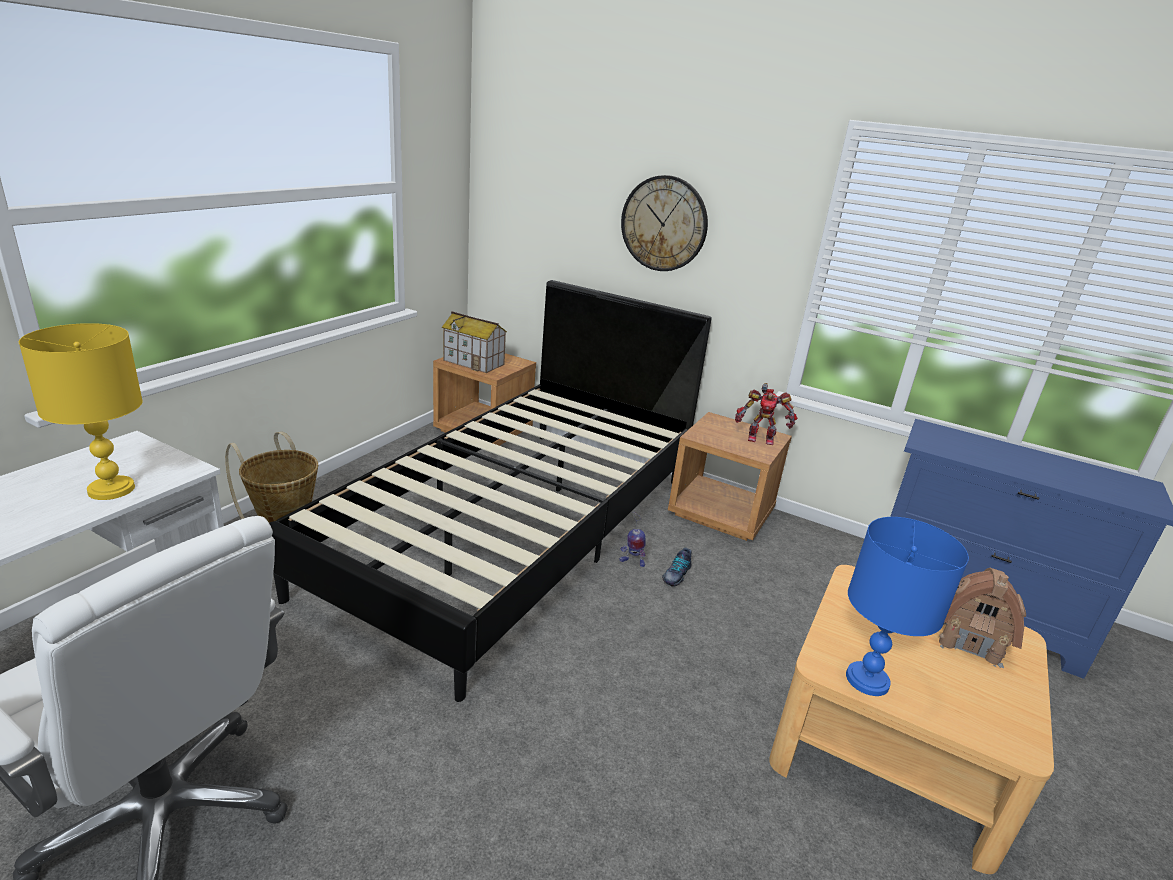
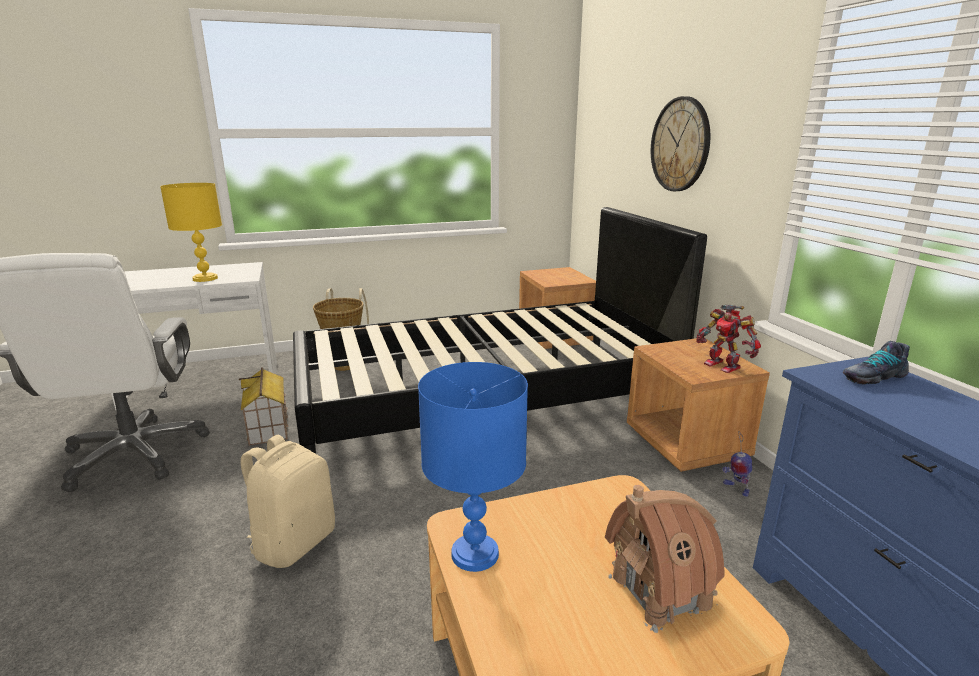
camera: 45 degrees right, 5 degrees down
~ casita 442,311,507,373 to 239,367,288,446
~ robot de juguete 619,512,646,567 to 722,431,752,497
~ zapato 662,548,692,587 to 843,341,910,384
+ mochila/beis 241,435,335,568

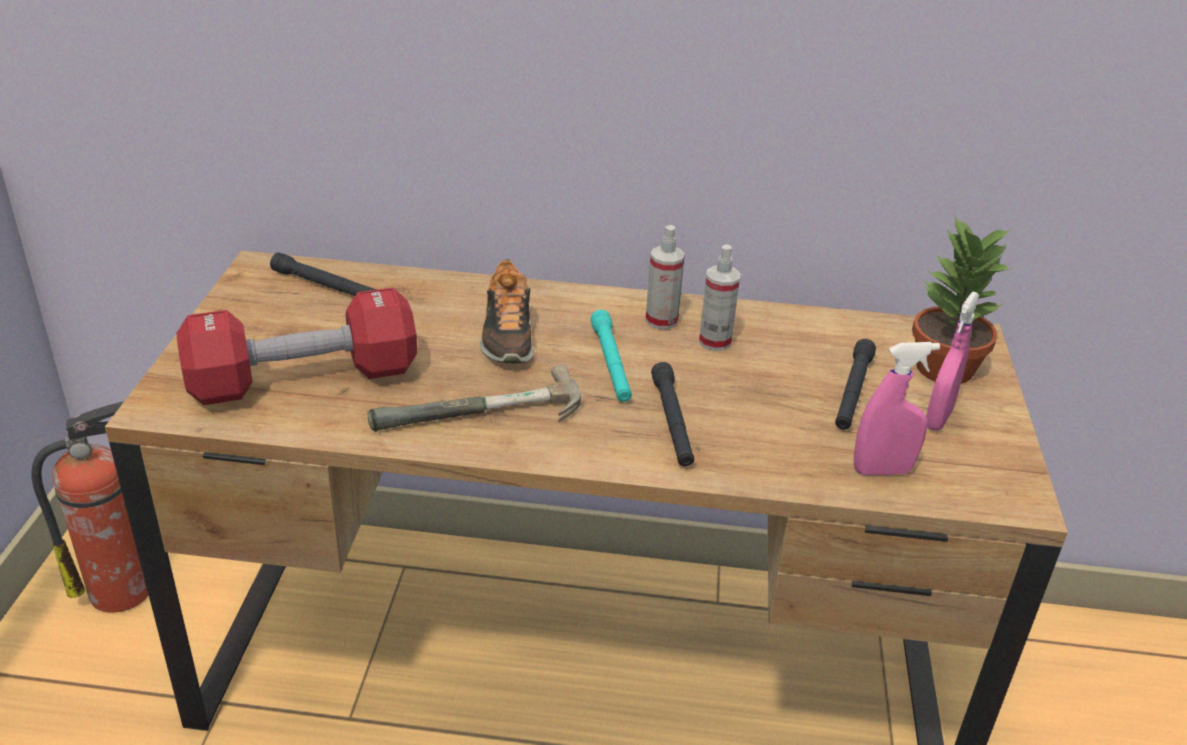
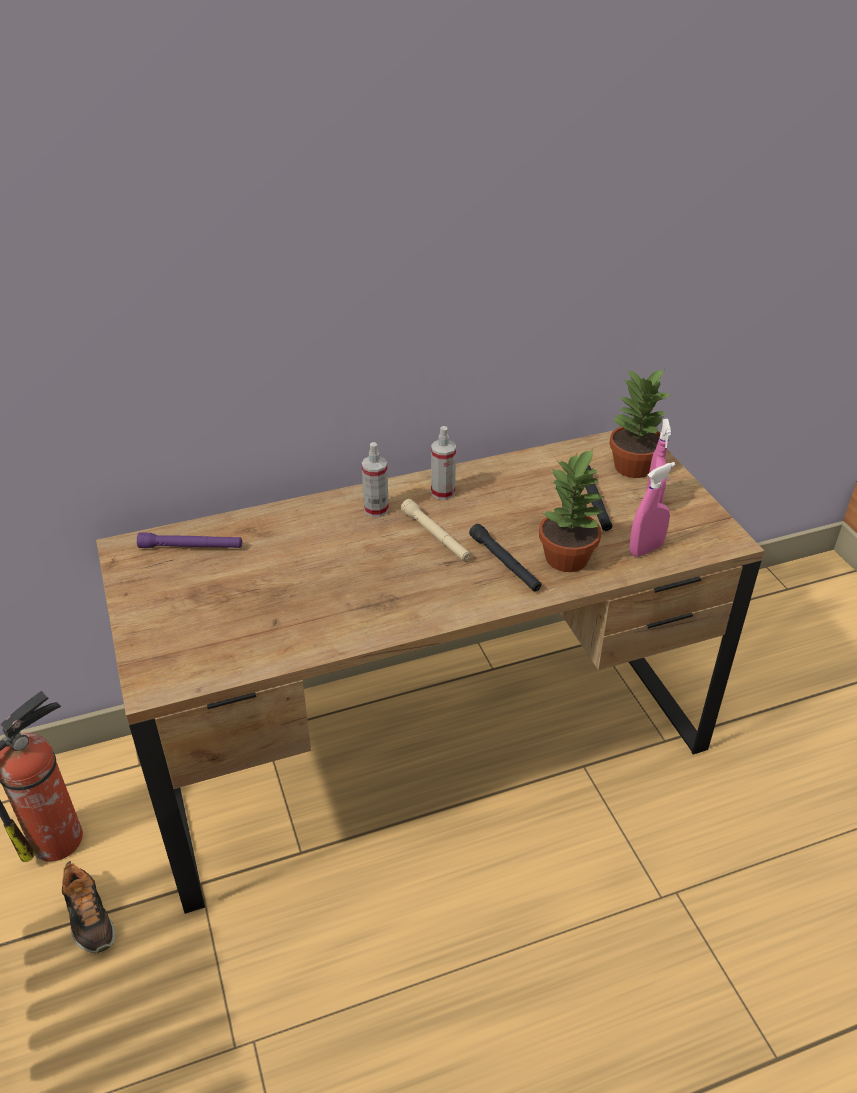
camera: 25 degrees left, 5 degrees up
- mancuerna/rojo 177,287,417,405
~ linterna/negro 270,252,377,296 to linterna/morado 137,532,242,548
- martillo 367,365,581,432
~ zapato 480,259,534,364 to 62,861,115,953
~ linterna/turquesa 591,310,632,402 to linterna/beis 401,499,471,561
~ pulverizador 699,245,740,351 to 362,442,389,517
+ planta en maceta 539,449,605,572

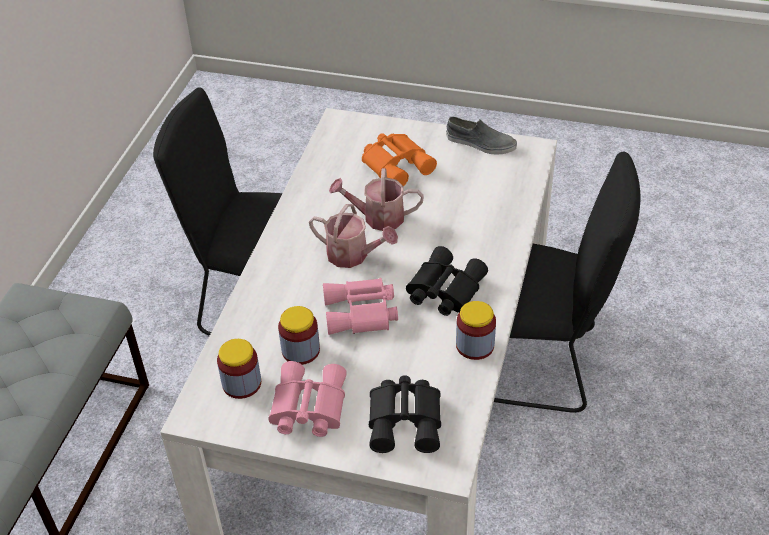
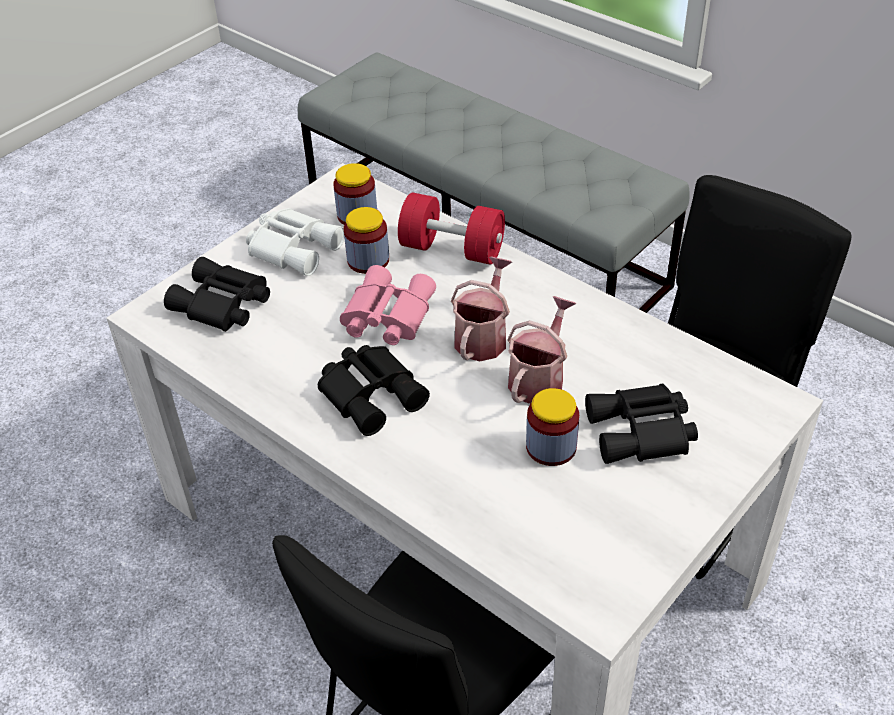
camera: 115 degrees right, 0 degrees up
~ prismáticos/rosa 268,361,347,437 to prismáticos/blanco 246,208,344,276
~ regadera 309,204,398,268 = 451,257,512,361 150 degrees clockwise
~ prismáticos/naranja 362,133,437,186 to prismáticos/negro 585,383,698,464
- zapato/gris 446,117,517,154
~ tarro 456,301,496,360 to 526,388,579,466
+ mancuerna/rojo 398,193,505,265

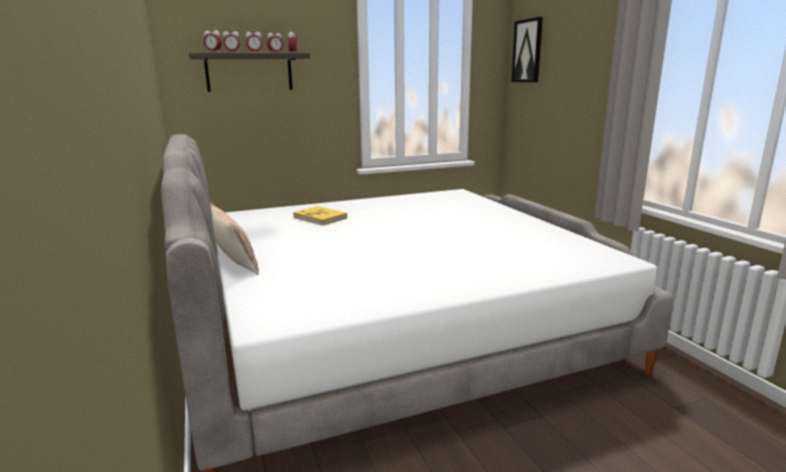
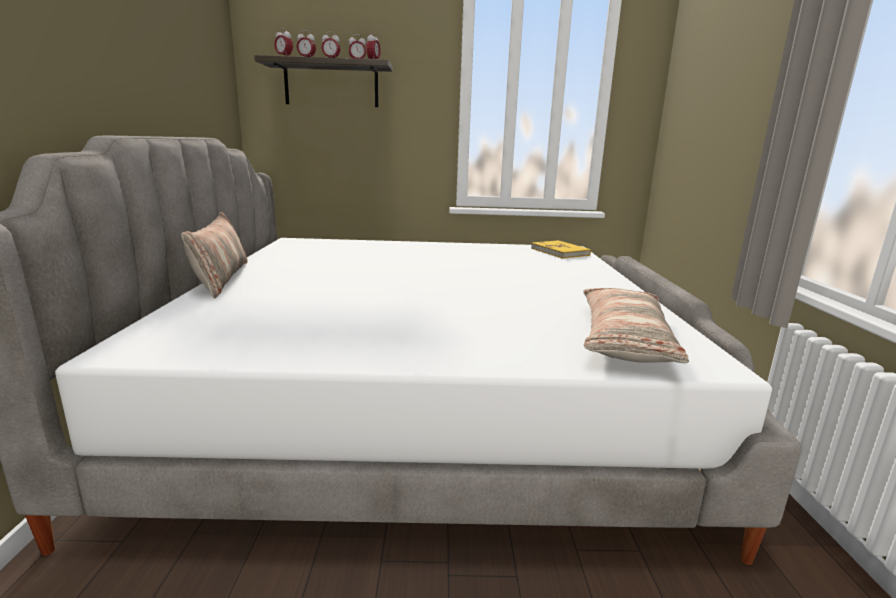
camera: 20 degrees right, 0 degrees up
~ libro/amarillo 293,206,347,225 to 531,240,591,259
- cuadro 511,17,543,82
+ cojín 584,288,689,363

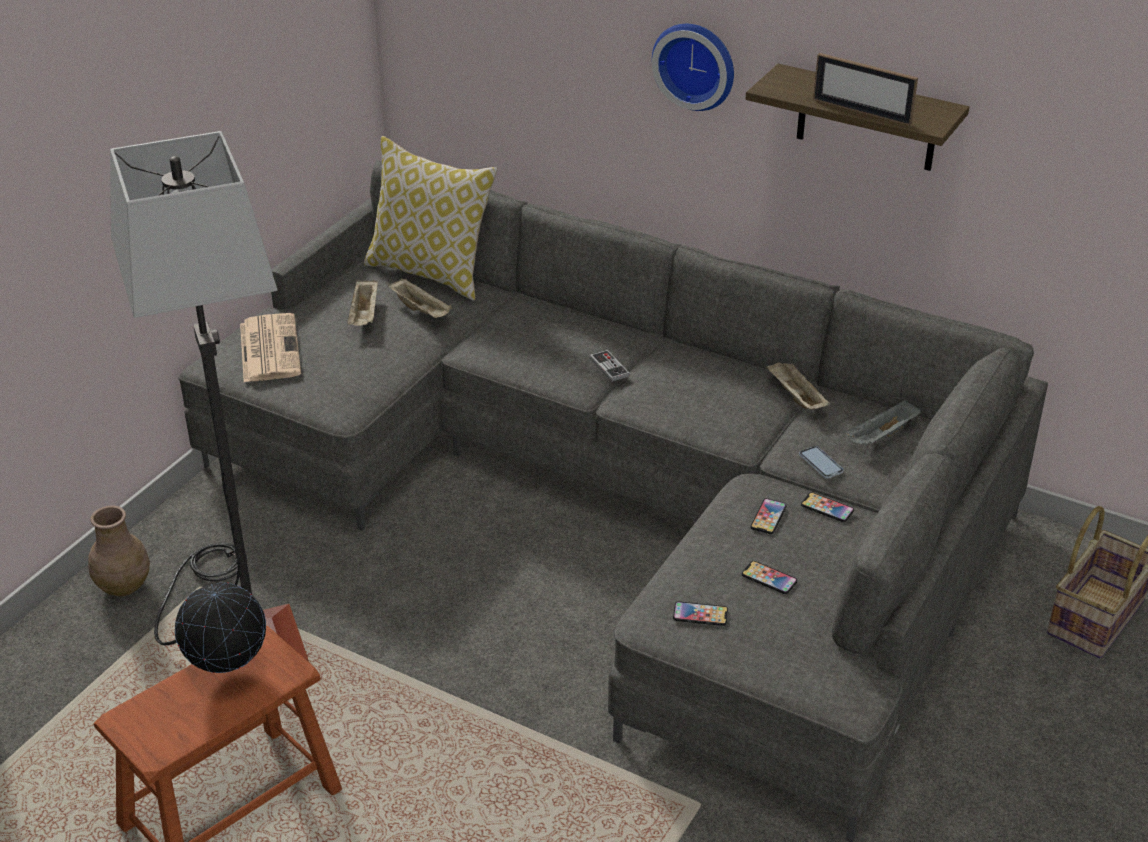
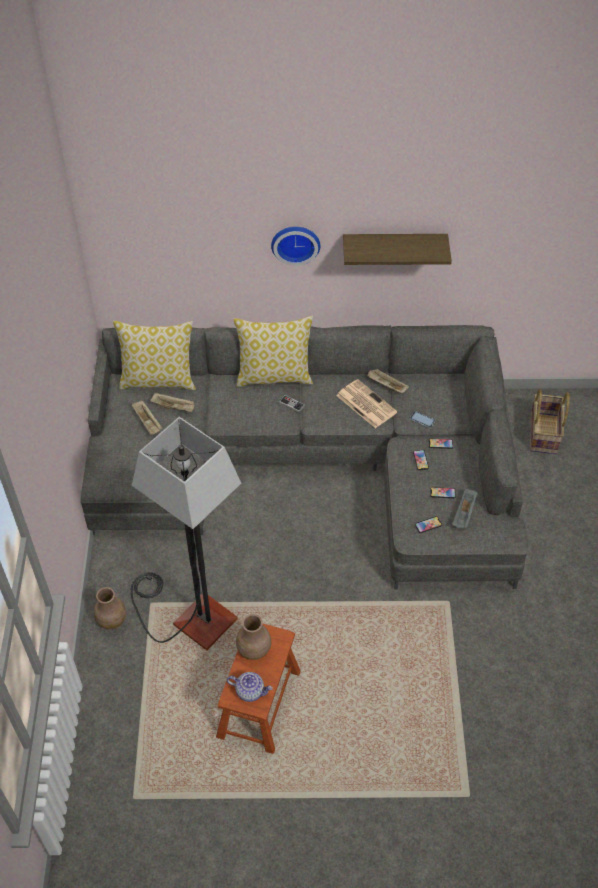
camera: 30 degrees left, 15 degrees up
~ globo terráqueo 175,582,266,673 to florero/marrón 236,614,271,660
~ periódico 240,313,301,382 to 336,379,397,429
- portarretratos 813,53,918,126
~ bandeja/gris 844,399,921,446 to 452,488,477,528
+ tetera 227,672,273,702
+ cojín 233,315,313,387

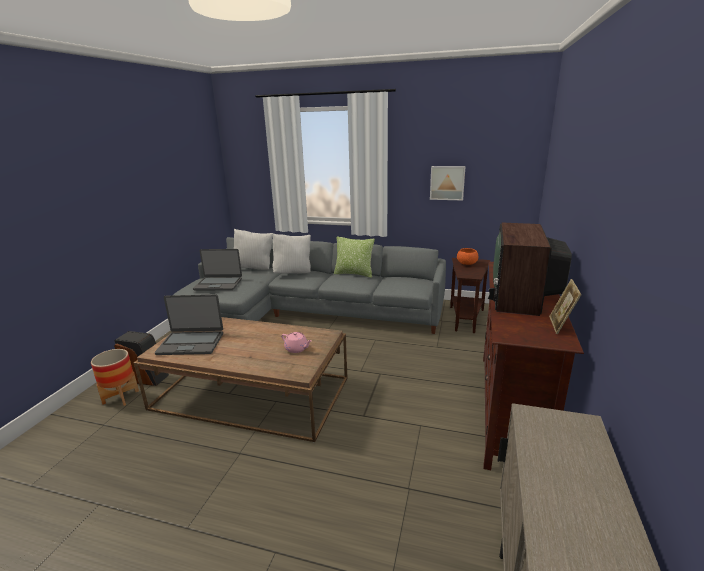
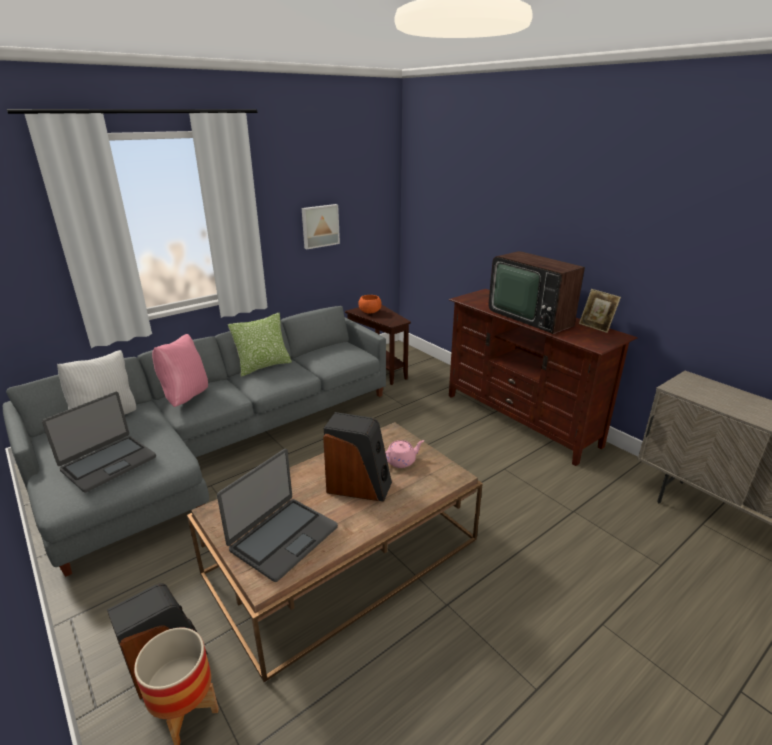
camera: 55 degrees left, 5 degrees up
~ cojín/blanco 272,234,311,274 to cojín/rosa 152,334,208,407
+ altavoz 323,412,392,502

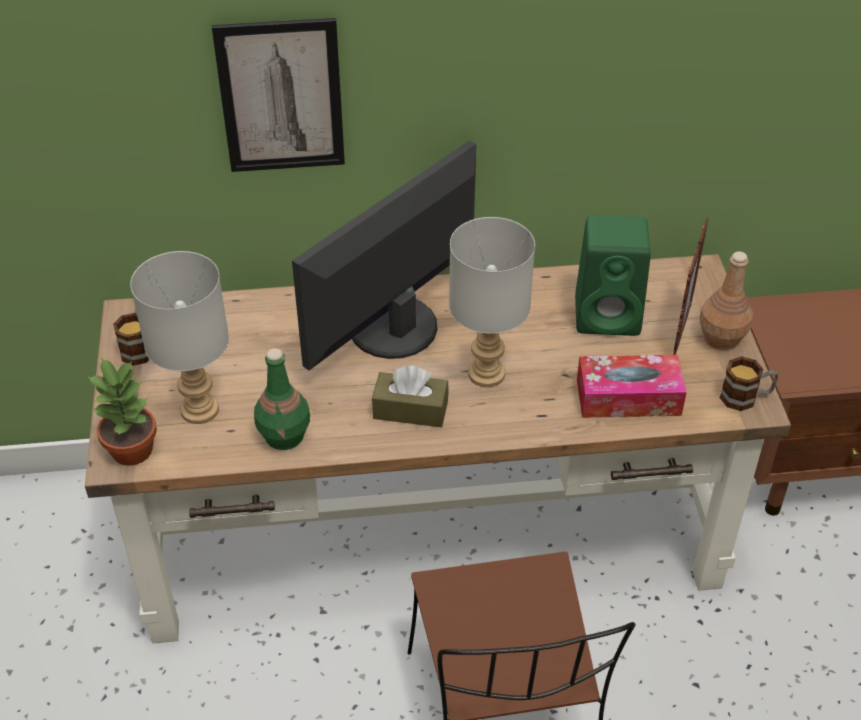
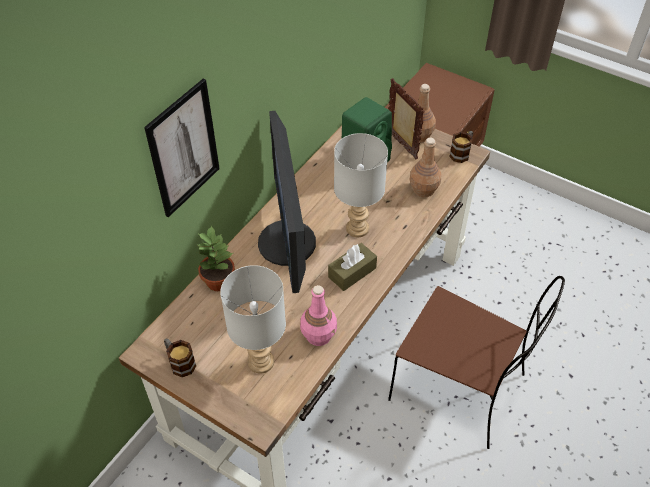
camera: 50 degrees left, 5 degrees up
~ planta en maceta 87,358,157,466 to 196,225,235,291
~ botella/verde 254,348,310,450 to botella/rosa 300,285,337,346
~ caja de pañuelos 577,355,687,418 to botella/marrón 409,138,442,197

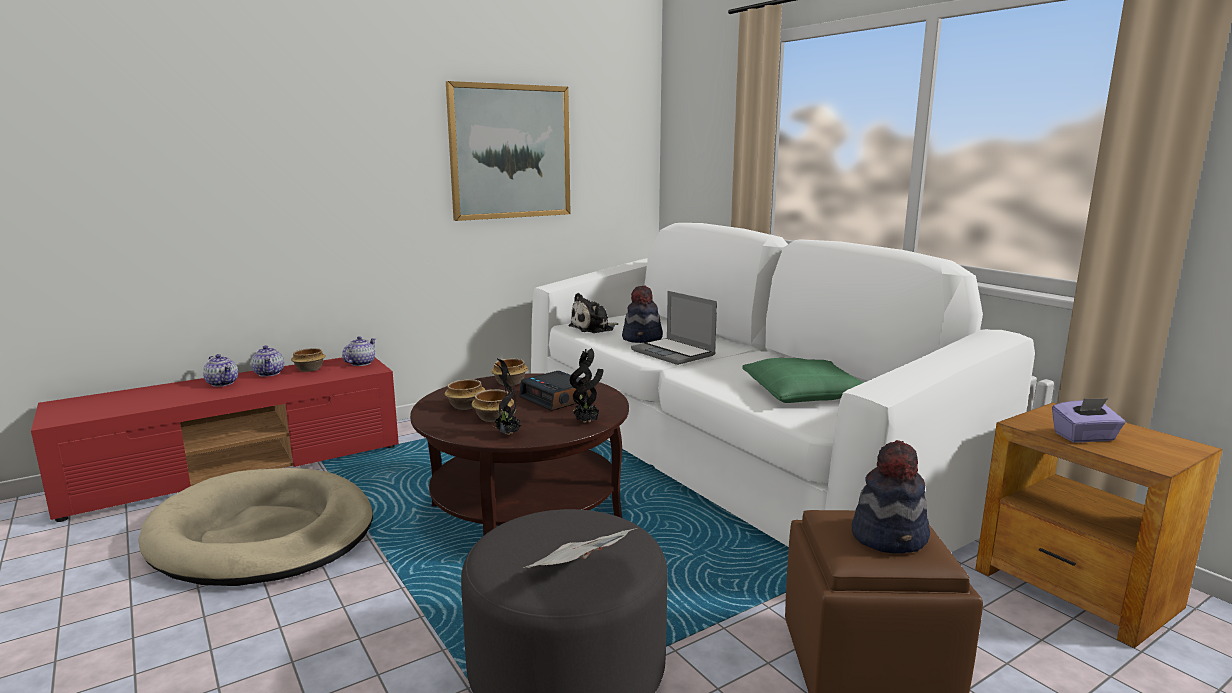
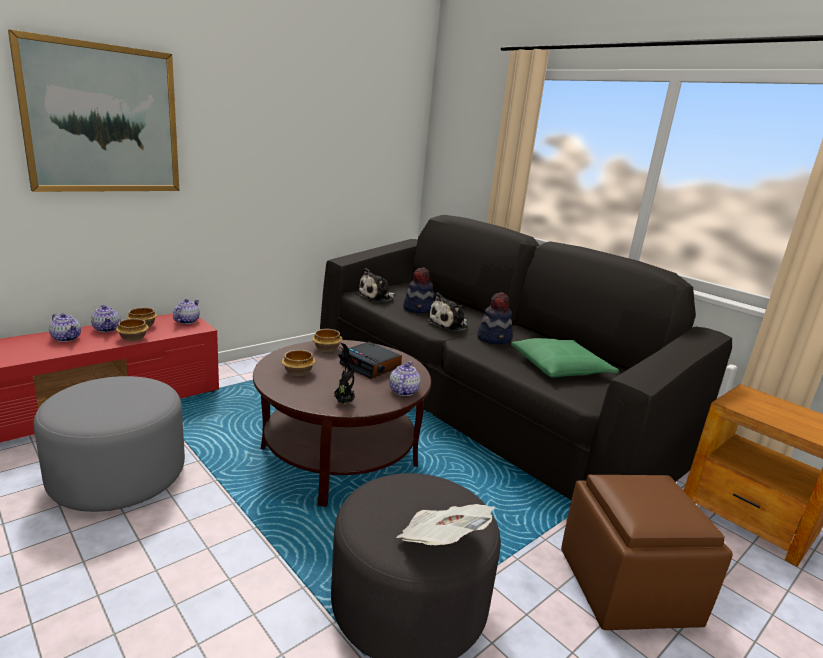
camera: 10 degrees left, 5 degrees up
~ cama para perro/beis 139,468,373,586 to puf/gris 34,376,185,512
~ cuadro 446,81,570,221 to 8,29,179,192
~ cuenco 472,389,514,422 to 116,318,149,341
~ sofá/blanco 531,223,1035,552 to sofá/negro 320,215,732,500
~ planta en maceta 570,348,603,423 to tetera 389,361,421,396
~ portátil 631,291,717,365 to peluche 426,292,468,332
~ sombrero 851,440,930,553 to 477,292,513,344
- caja de pañuelos/morado 1052,398,1125,443

